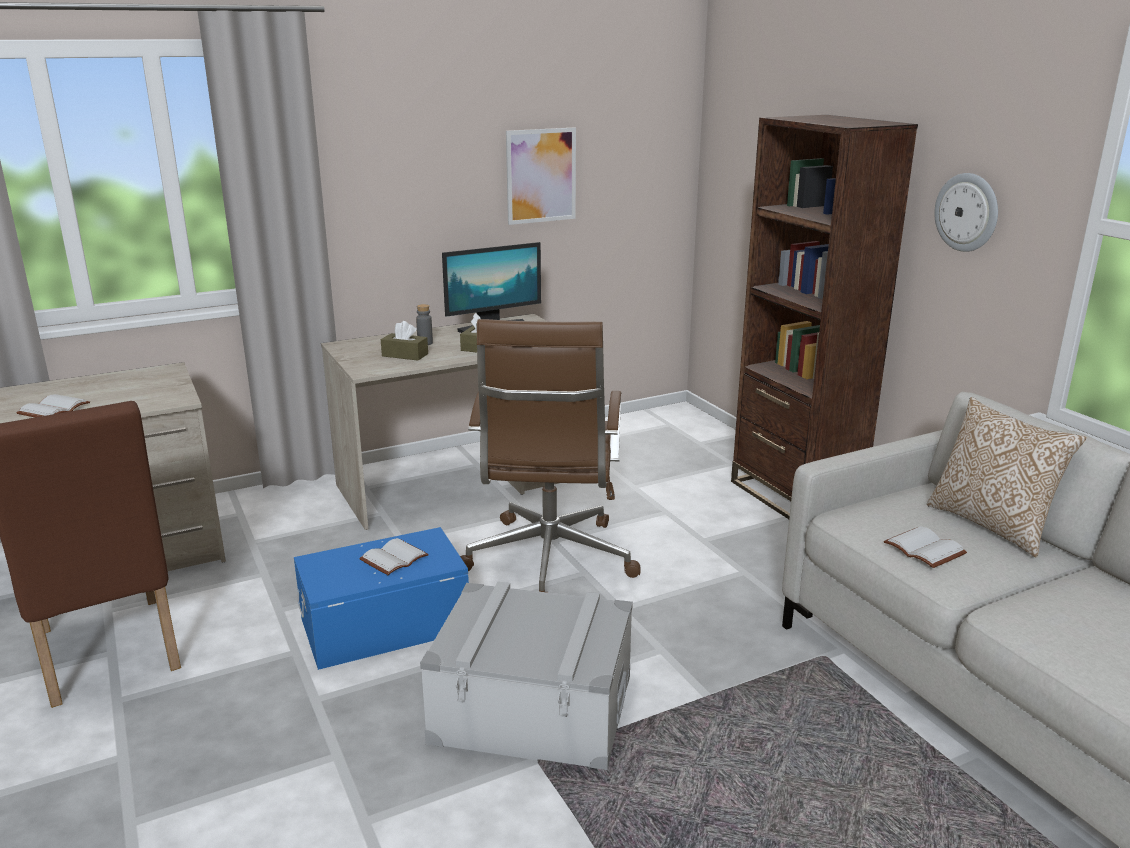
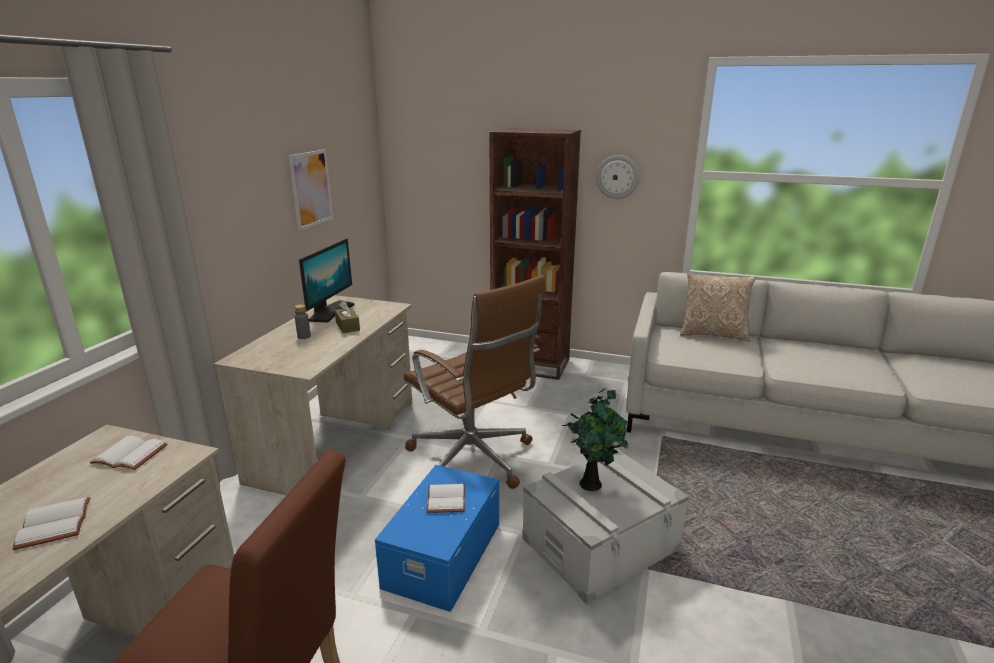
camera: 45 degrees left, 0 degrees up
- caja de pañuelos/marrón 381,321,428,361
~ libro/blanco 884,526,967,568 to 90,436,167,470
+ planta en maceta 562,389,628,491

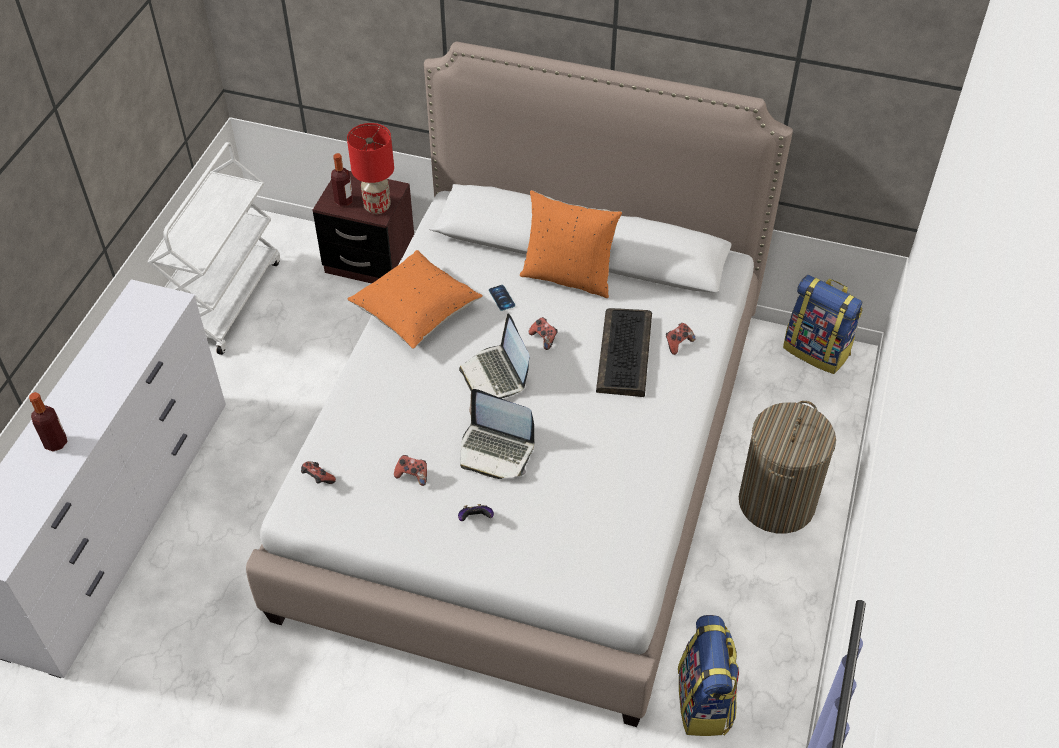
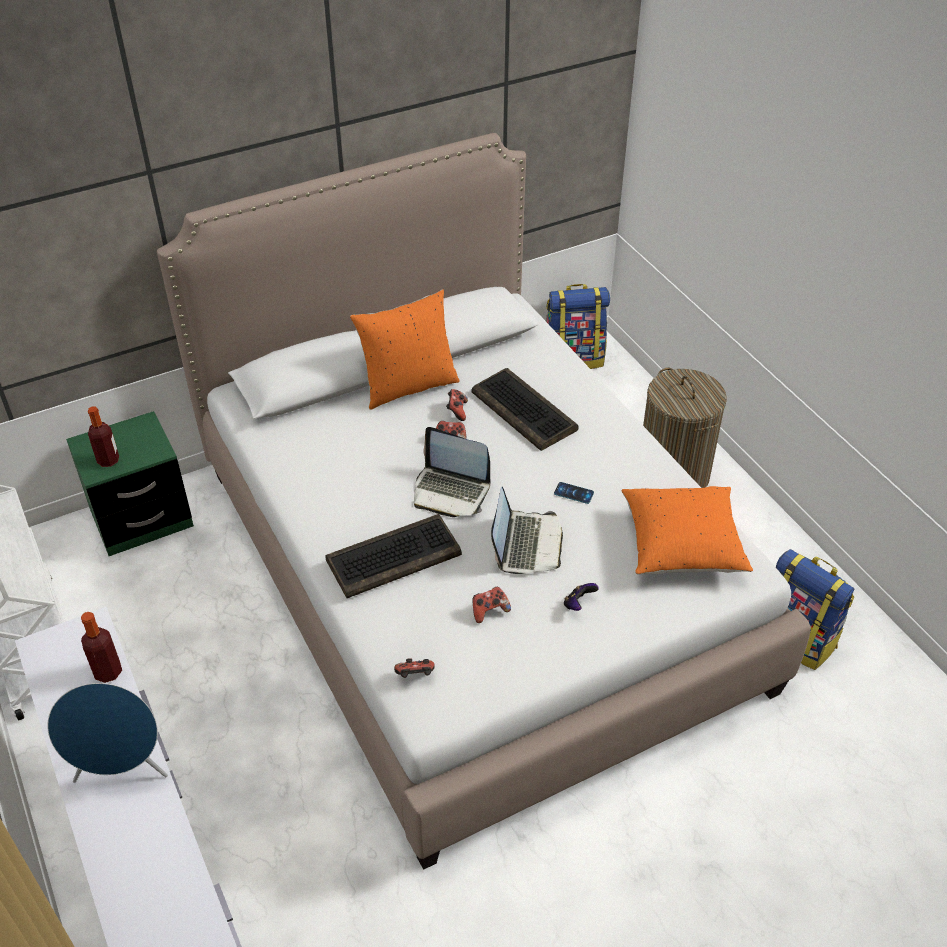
camera: 45 degrees left, 5 degrees down
~ botella 29,392,68,452 to 81,612,122,683
~ mesita de noche/marrón 313,171,414,284 to mesita de noche/verde 66,411,194,556
- lámpara de mesa/rojo 347,123,394,214
~ cojín/naranja 348,250,483,349 to 622,486,753,574
~ portátil 460,389,534,479 = 491,487,563,574 60 degrees counterclockwise
~ móvil 489,285,515,311 to 554,482,594,504
~ mando de consola 666,323,695,355 to 446,389,468,421
+ altavoz/azul 47,683,168,783
+ teclado 325,514,462,598

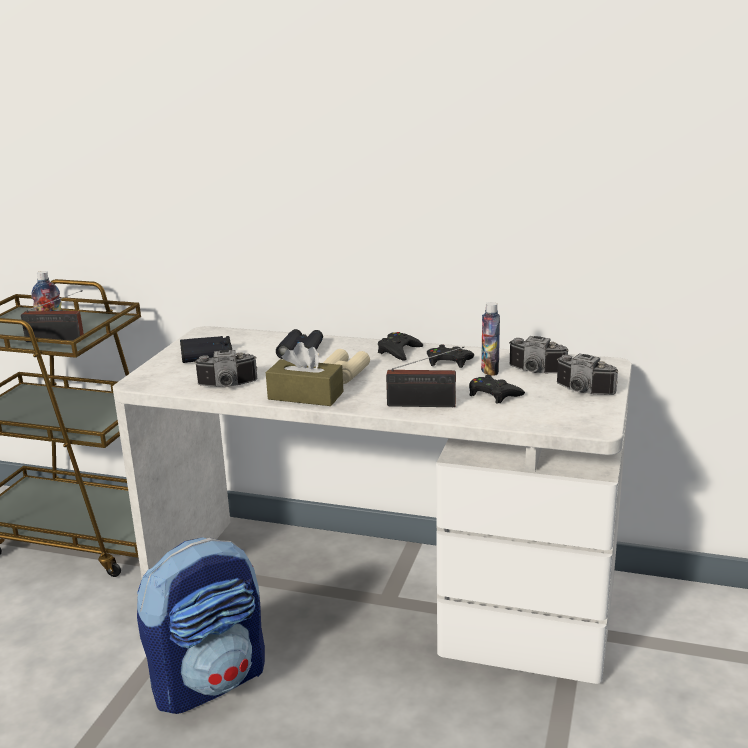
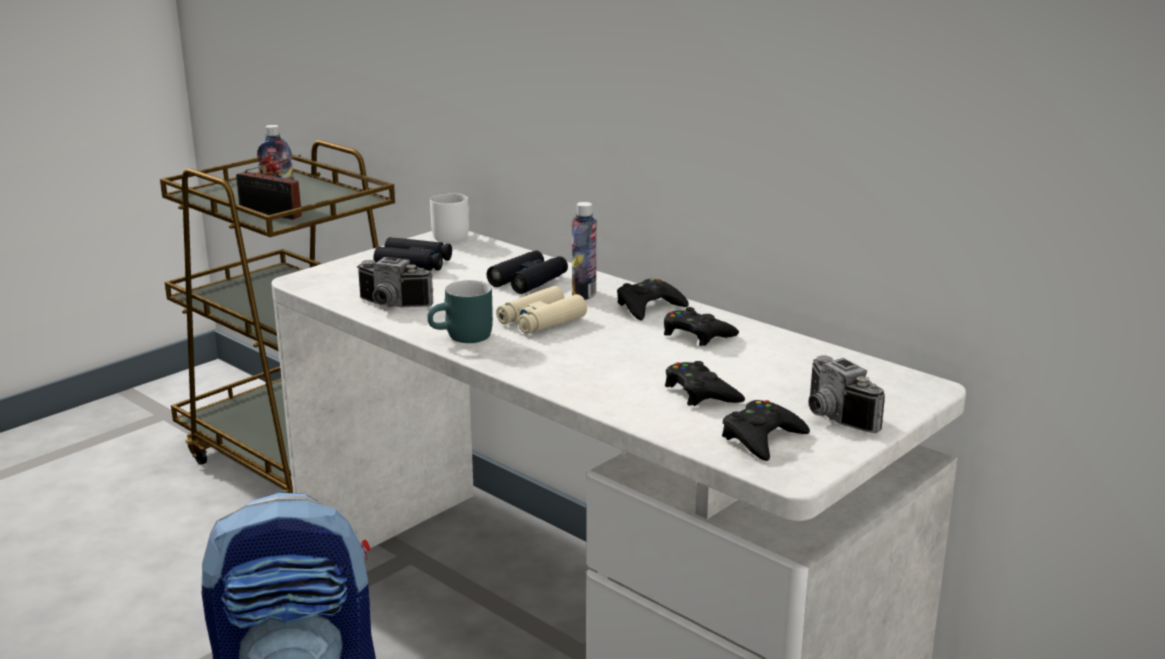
camera: 25 degrees right, 0 degrees up
~ caja de pañuelos/marrón 266,342,343,406 to taza grande/turquesa 427,280,493,343
- radio 386,347,464,407
~ botella 481,302,500,376 to 572,202,597,300
- cámara 509,336,569,373
+ taza grande/blanco 430,193,469,243
+ mando de consola/negro 722,400,810,461

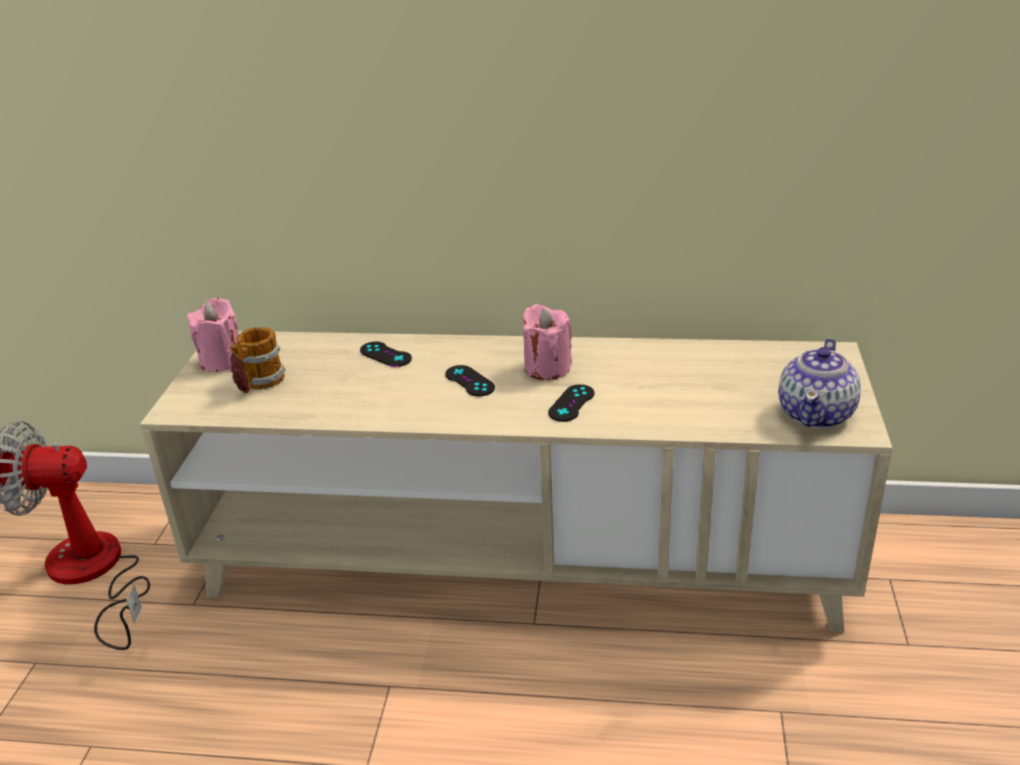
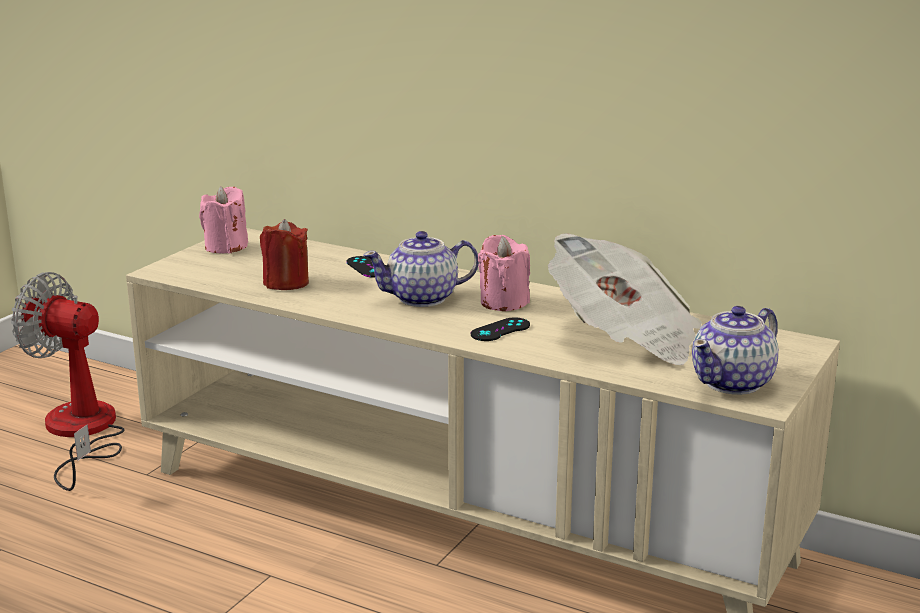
camera: 20 degrees right, 10 degrees down
- taza grande 230,327,285,393
~ mando de consola/negro 445,365,495,396 to tetera 363,231,479,307
+ vela/rojo 260,219,309,290
+ periódico 548,233,702,365

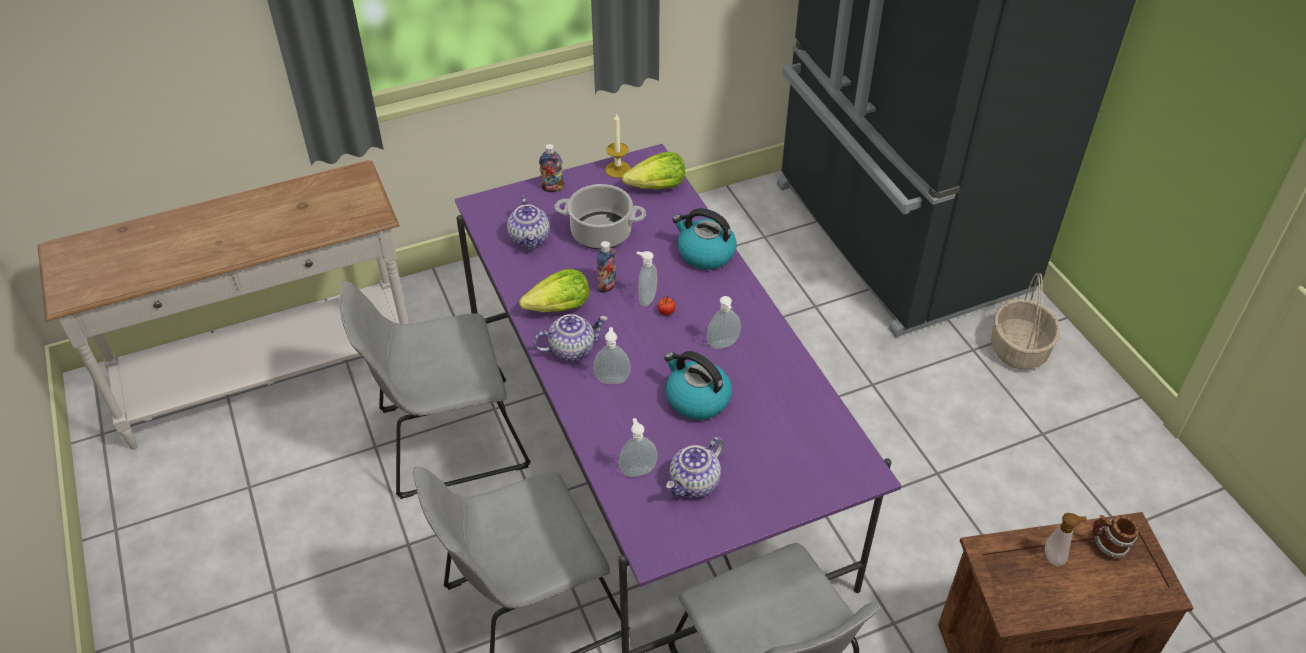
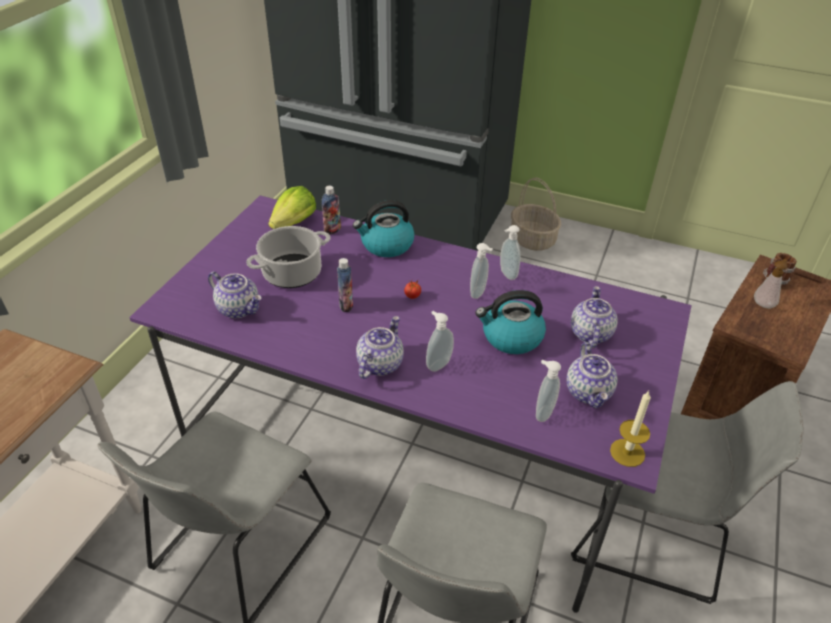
camera: 45 degrees left, 5 degrees down
- lechuga 519,269,589,312
~ botella 539,144,564,192 to 322,186,341,235
~ vela 605,113,631,178 to 610,391,651,467
~ dispensador de jabón 637,251,657,307 to 500,225,521,280
+ tetera 571,286,618,348

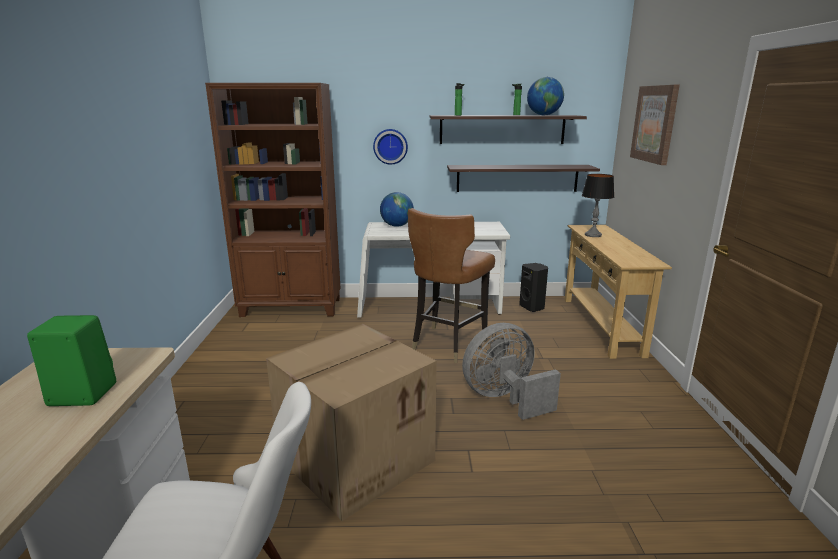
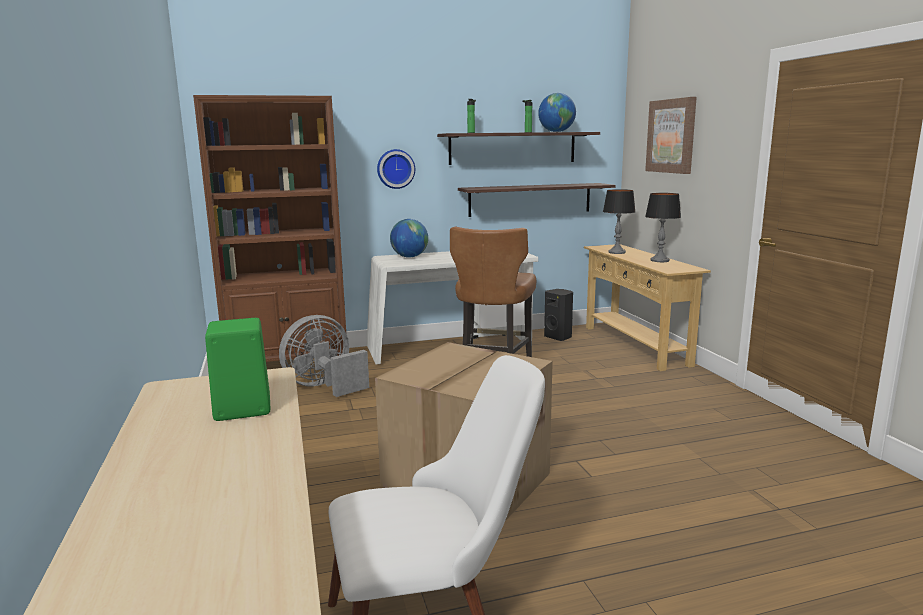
camera: 15 degrees left, 5 degrees down
~ ventilador/gris 462,323,561,420 to 279,315,369,397
+ lámpara de mesa 645,193,681,262

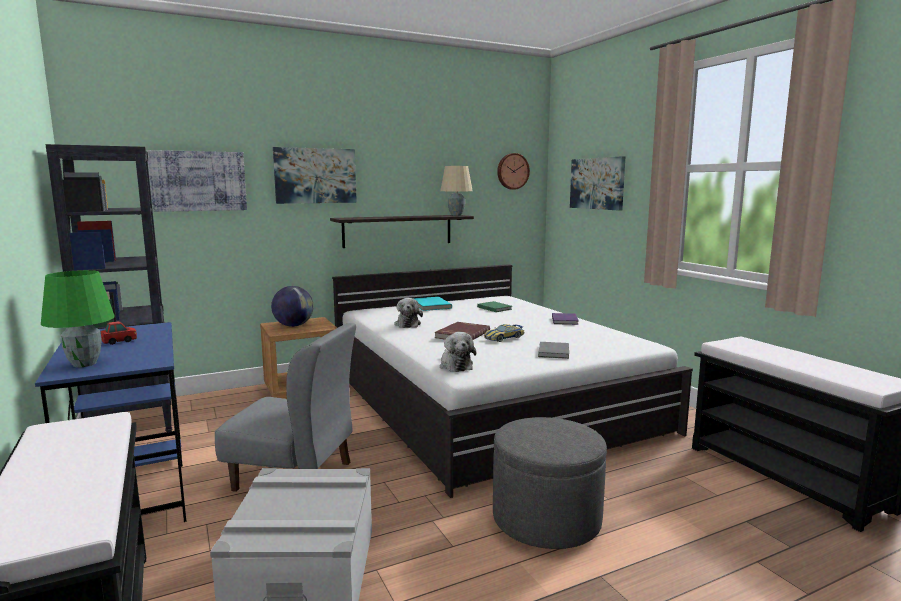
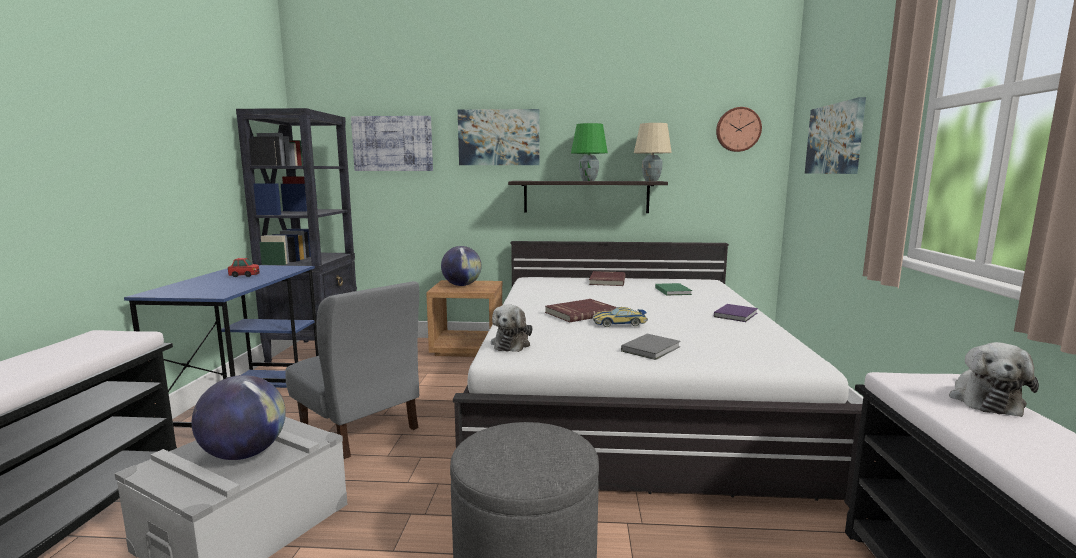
camera: 30 degrees right, 0 degrees up
~ lámpara de mesa/verde 41,270,115,367 to 571,123,608,181
~ peluche 394,298,423,328 to 949,342,1039,417
~ libro/turquesa 413,297,452,311 to libro/rojo 589,271,626,286
+ globo terráqueo 192,375,286,460

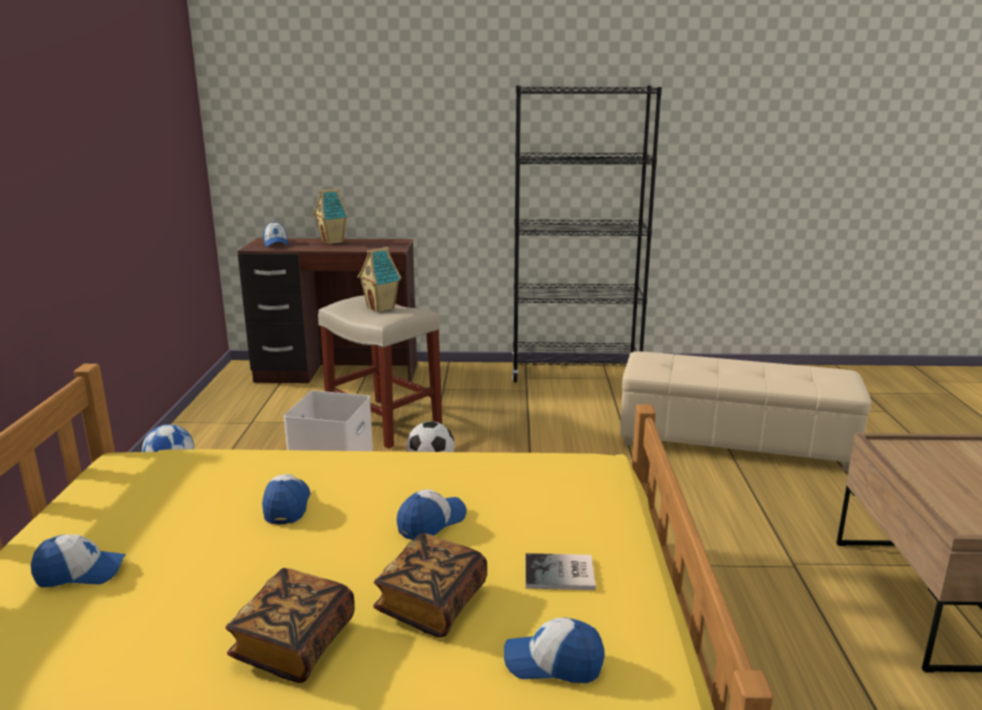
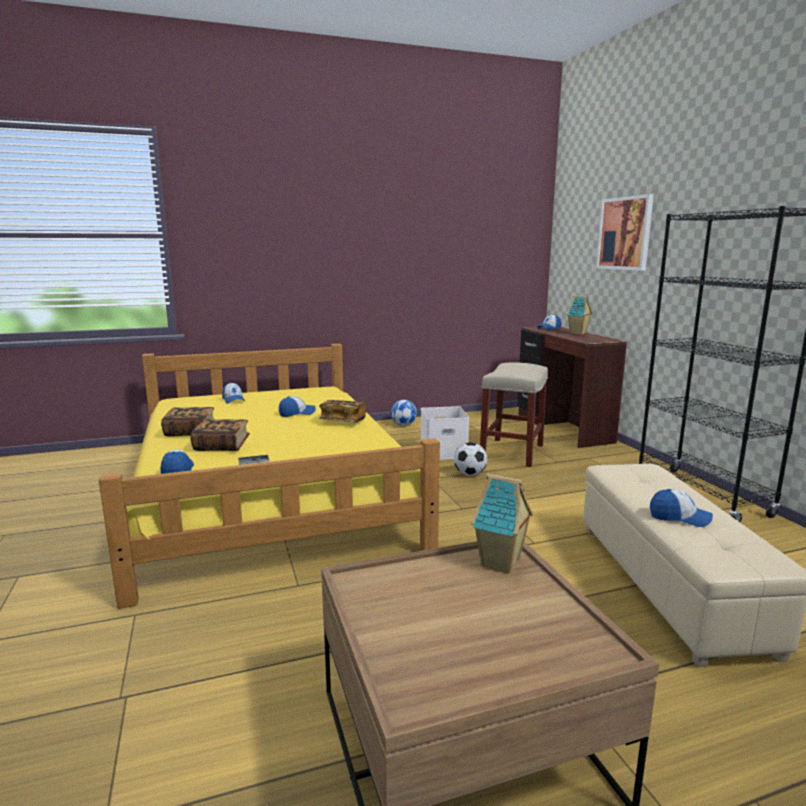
camera: 70 degrees right, 5 degrees down
~ casita 358,247,401,312 to 471,473,533,573
~ gorra 396,489,467,540 to 650,489,713,527
+ libro 319,400,366,422
+ cuadro 596,194,654,271

